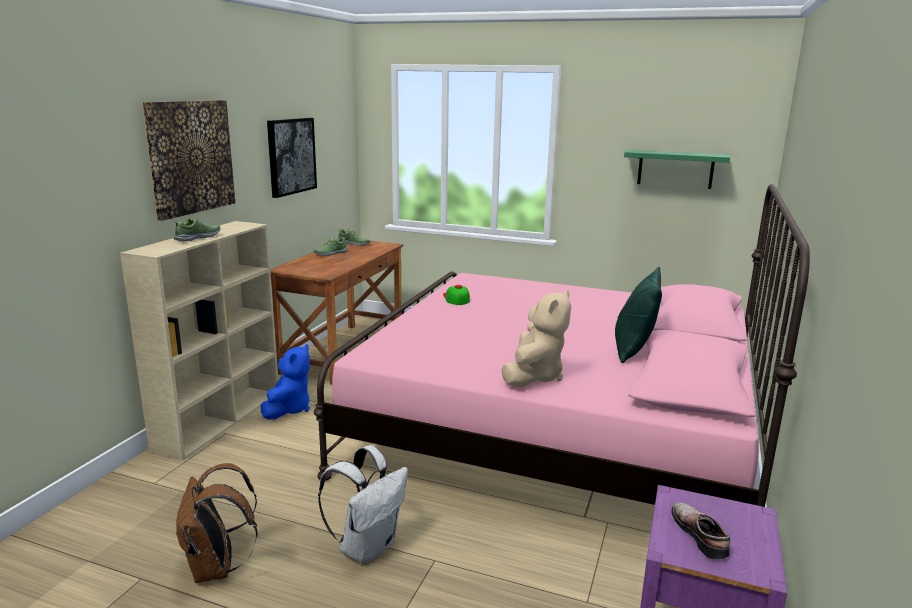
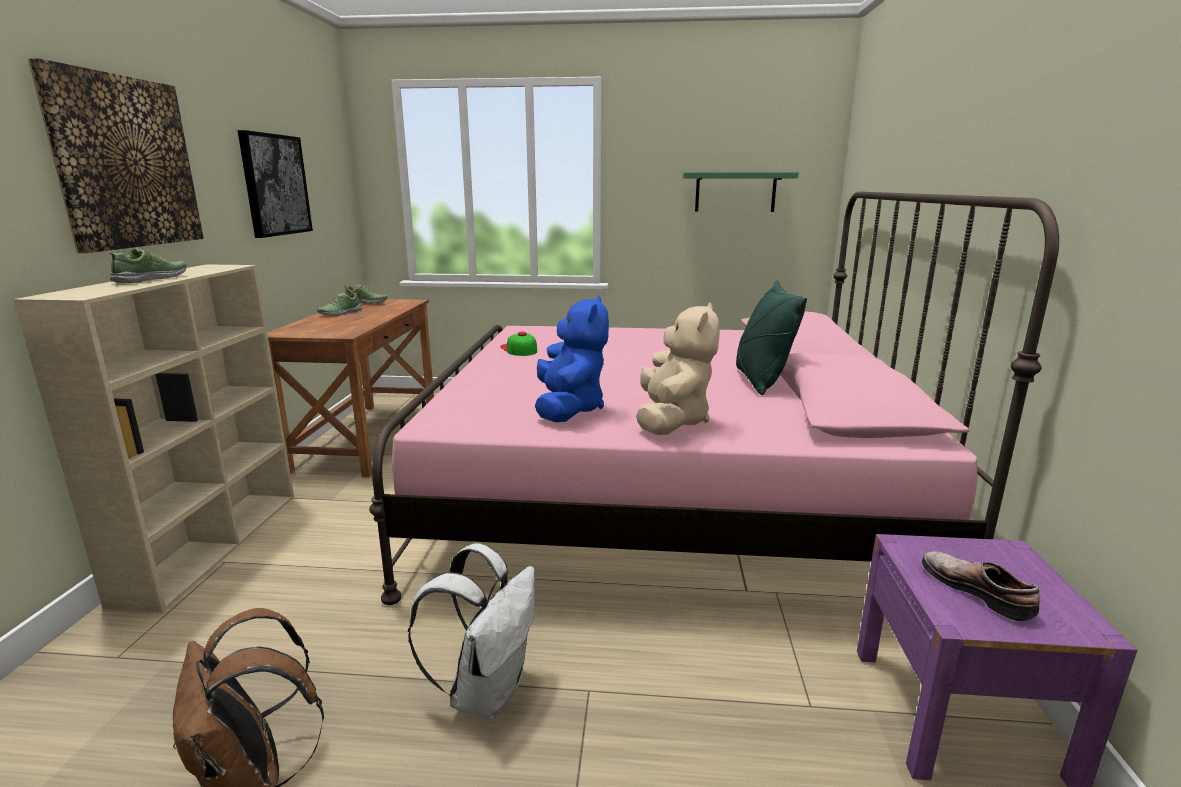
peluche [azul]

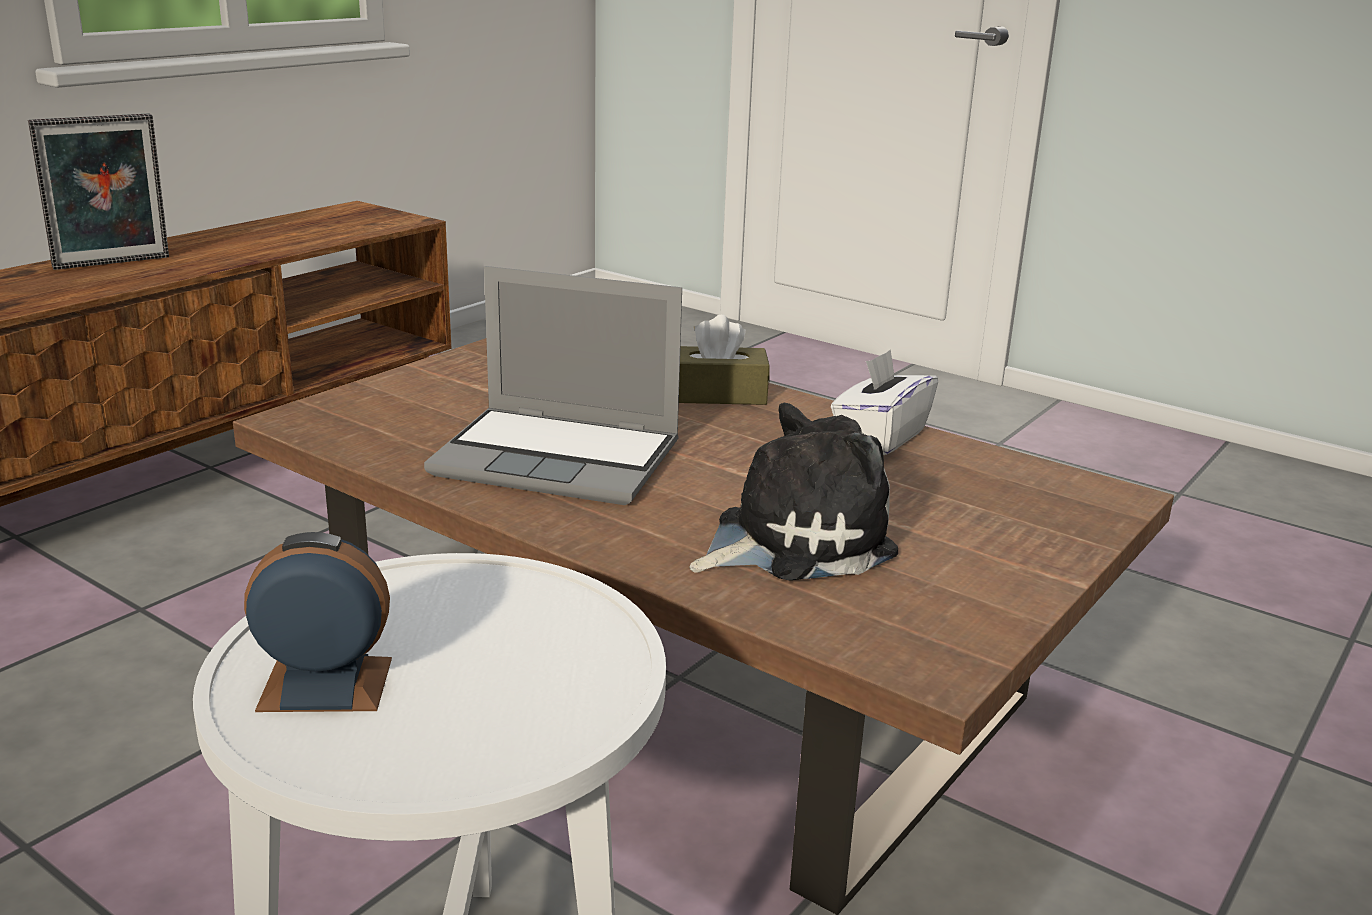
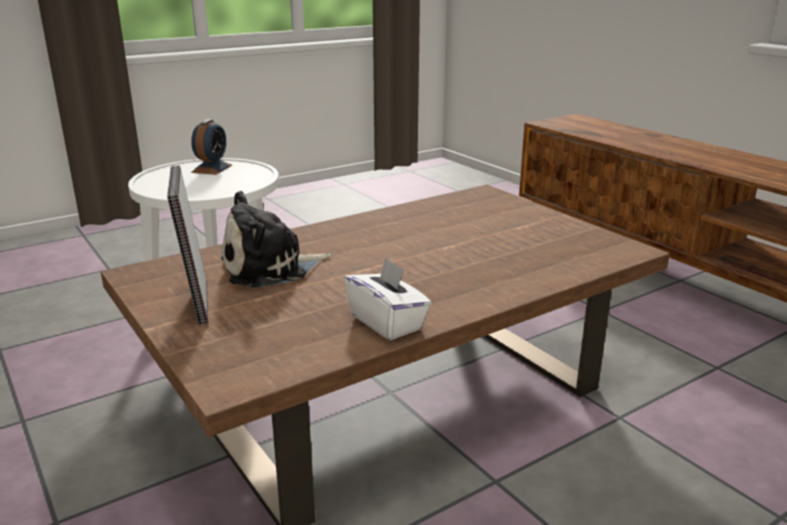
portarretratos
portátil
caja de pañuelos [marrón]
peluche

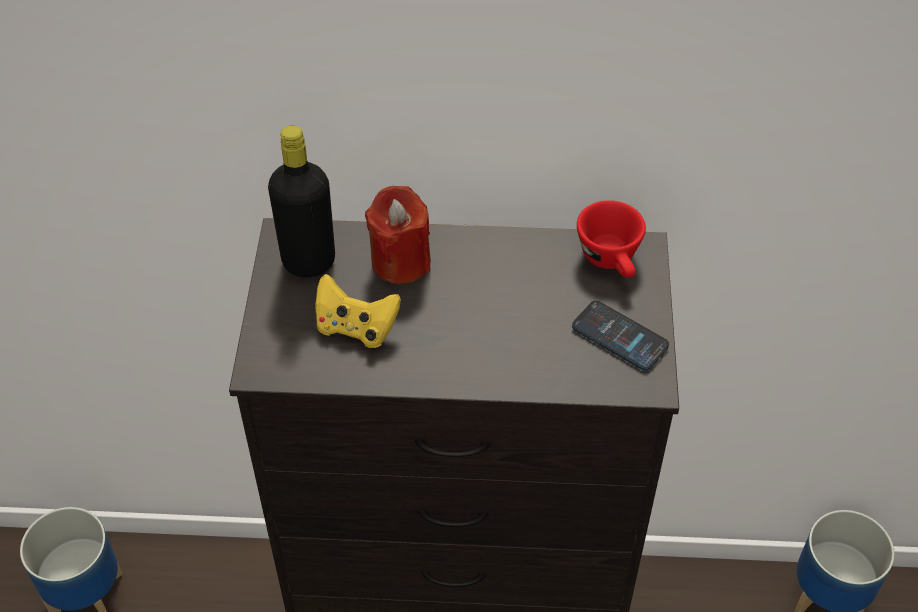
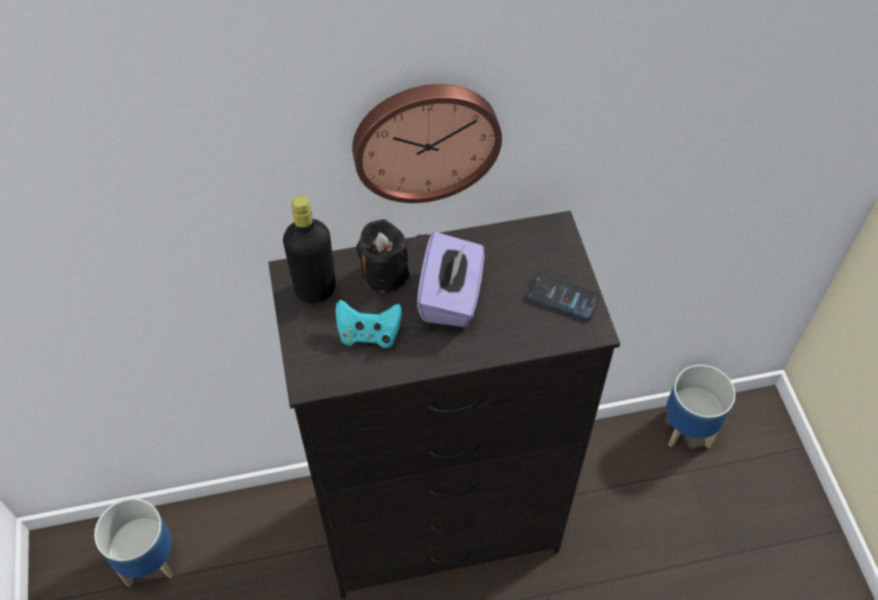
vela [negro]
taza [rojo]
mando de consola [turquesa]
reloj de pared
caja de pañuelos [morado]

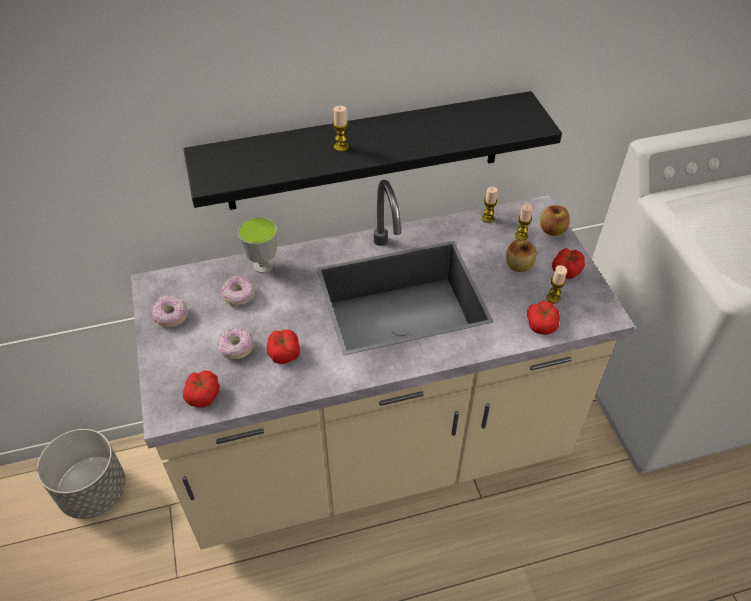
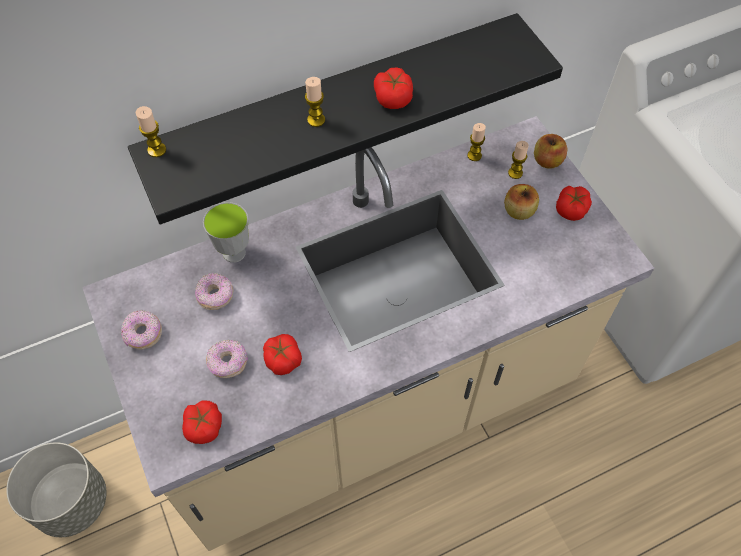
vela (1st from left)
tomate (3rd from left)

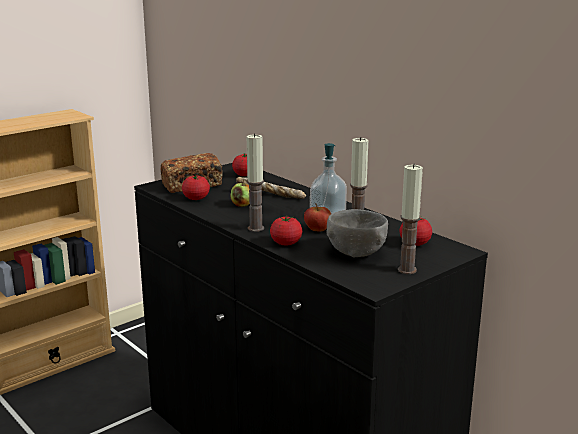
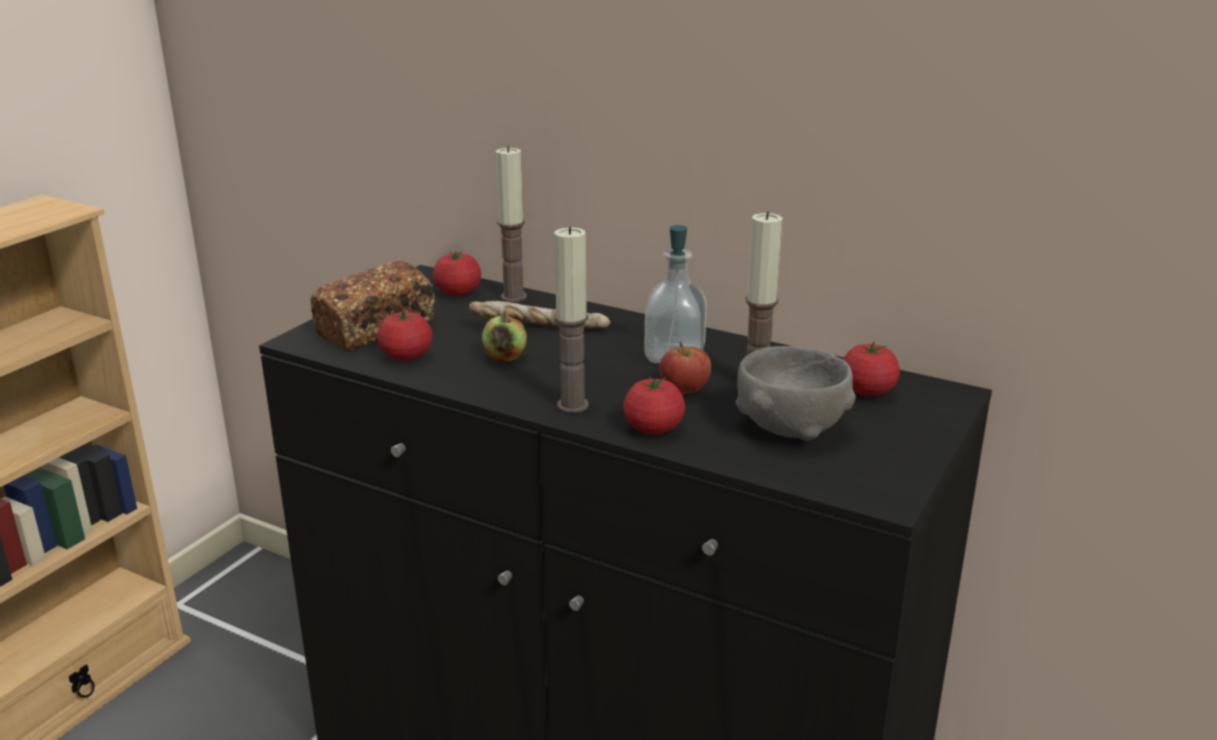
vela (1st from left)

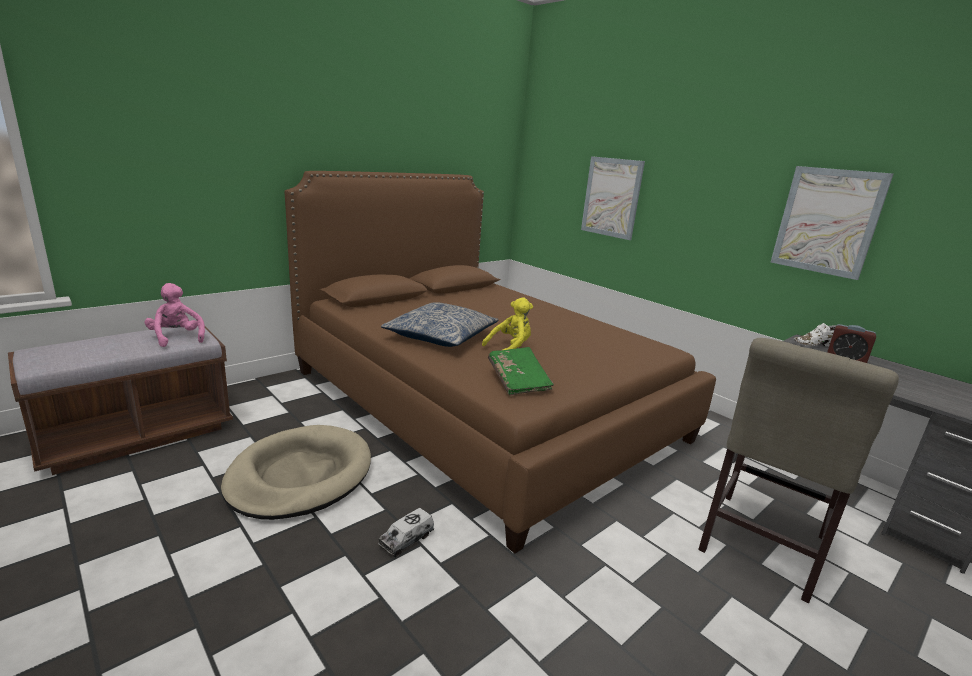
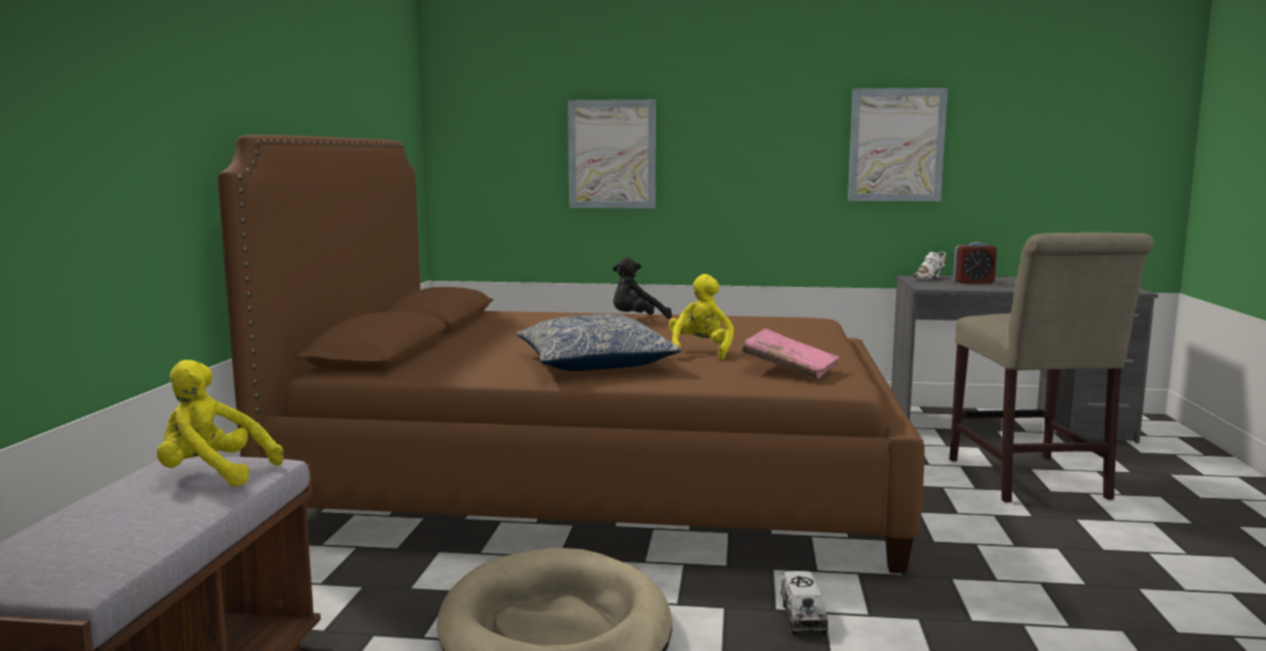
peluche [amarillo] (1st from left)
libro [rosa]
peluche [negro]

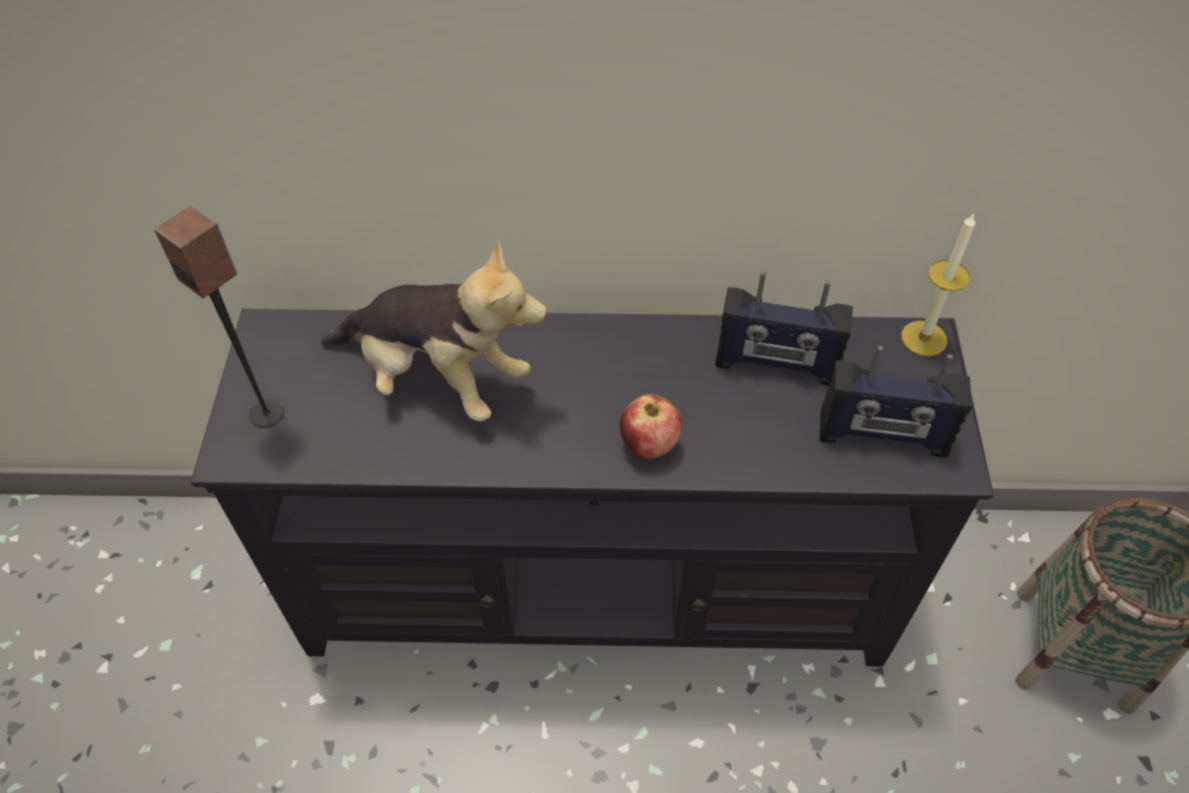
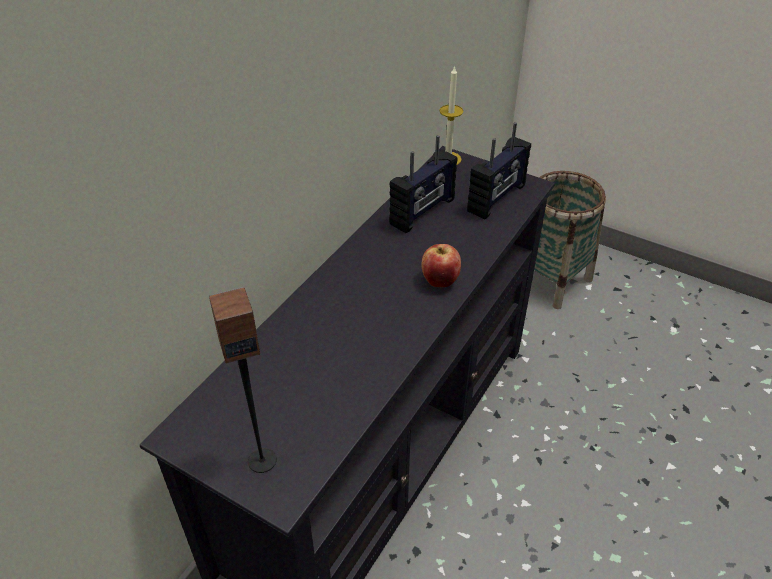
peluche

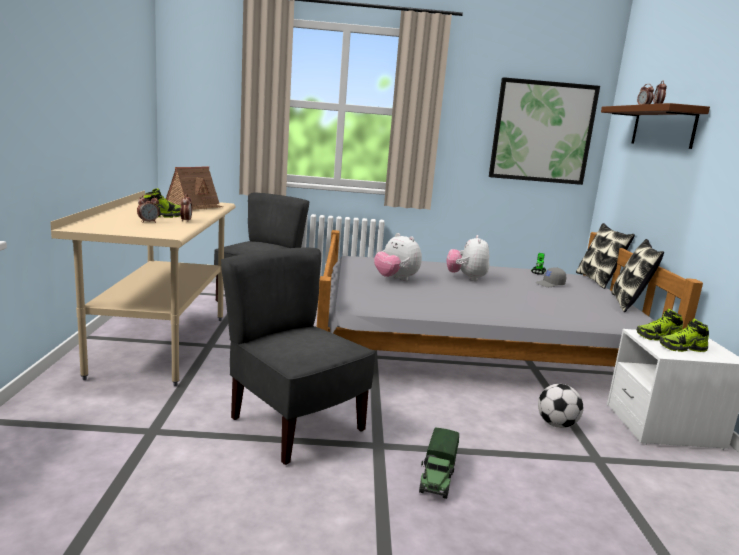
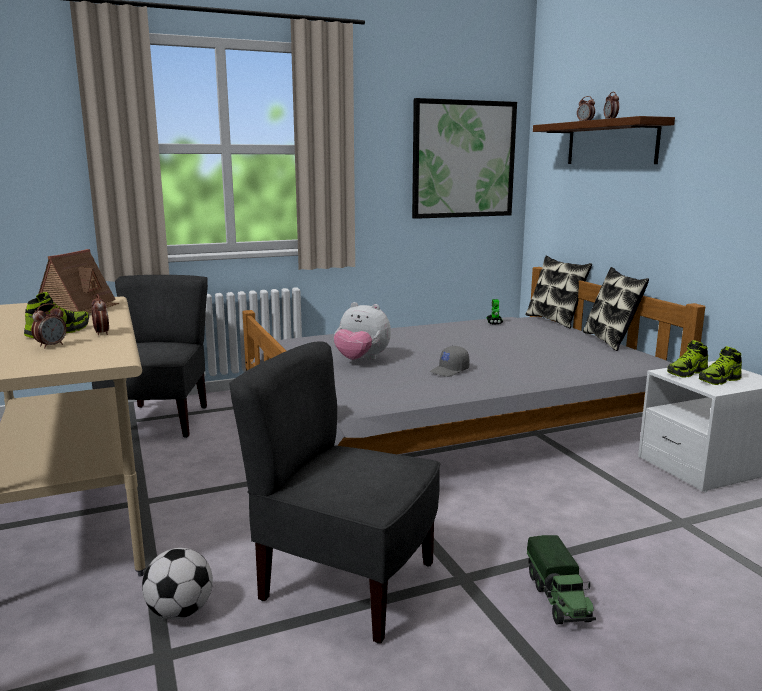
peluche (2nd from left in the first image)
gorra [gris]
balón de fútbol

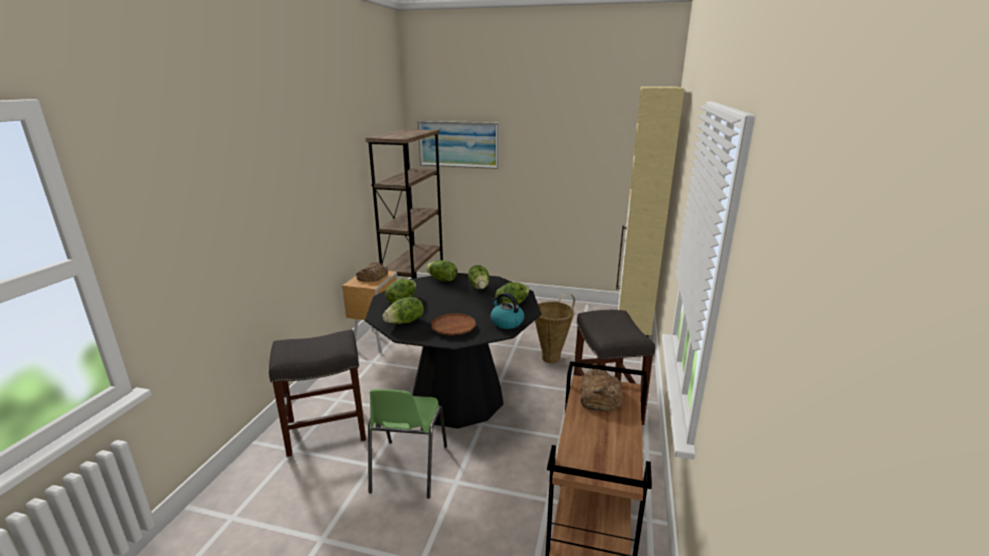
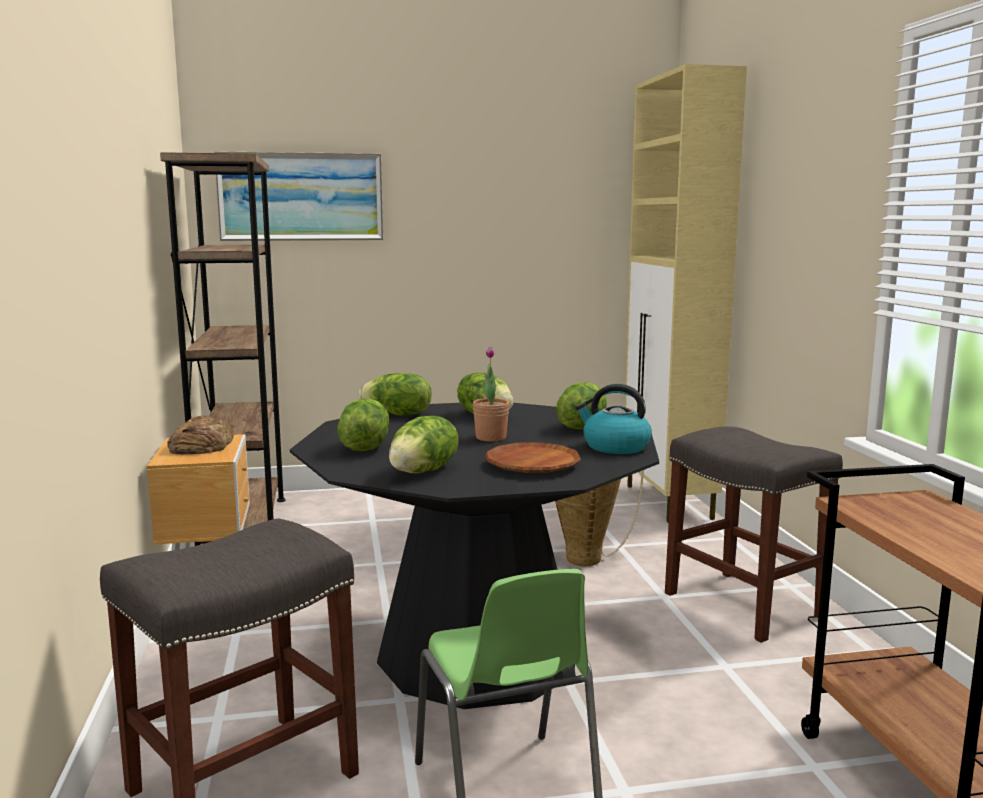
pan (2nd from left in the first image)
planta en maceta

